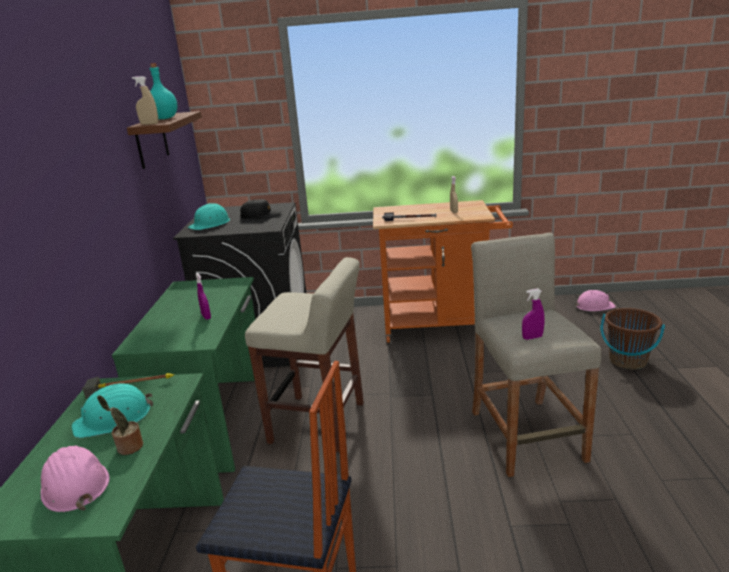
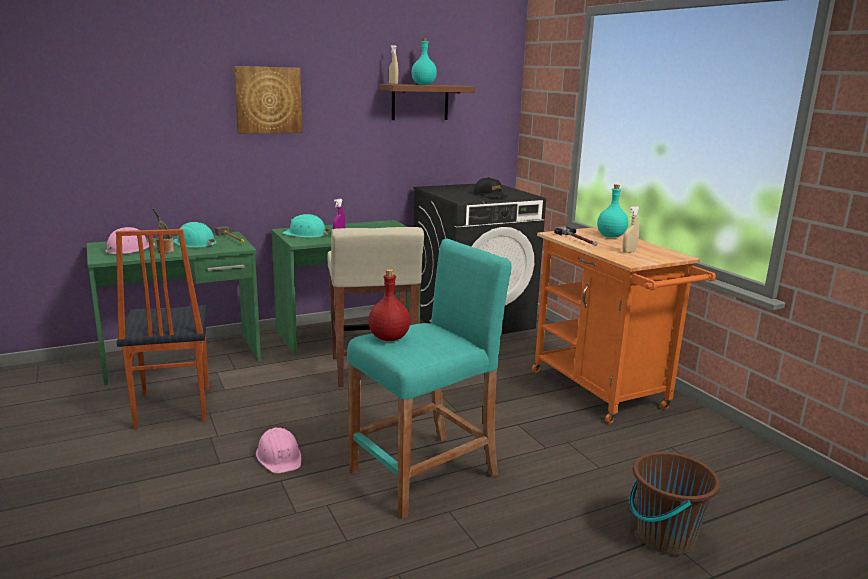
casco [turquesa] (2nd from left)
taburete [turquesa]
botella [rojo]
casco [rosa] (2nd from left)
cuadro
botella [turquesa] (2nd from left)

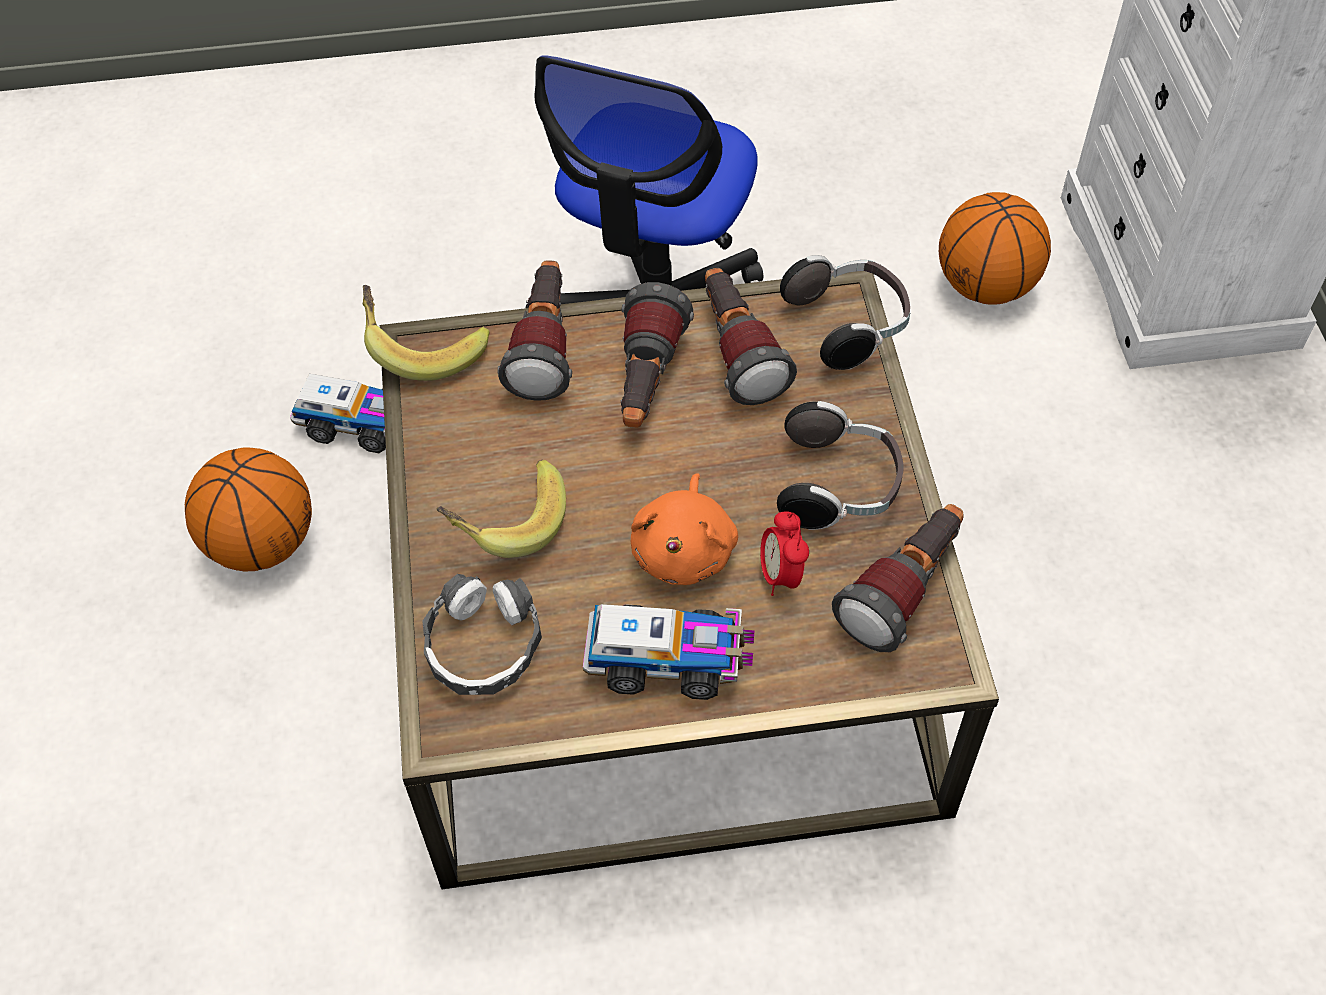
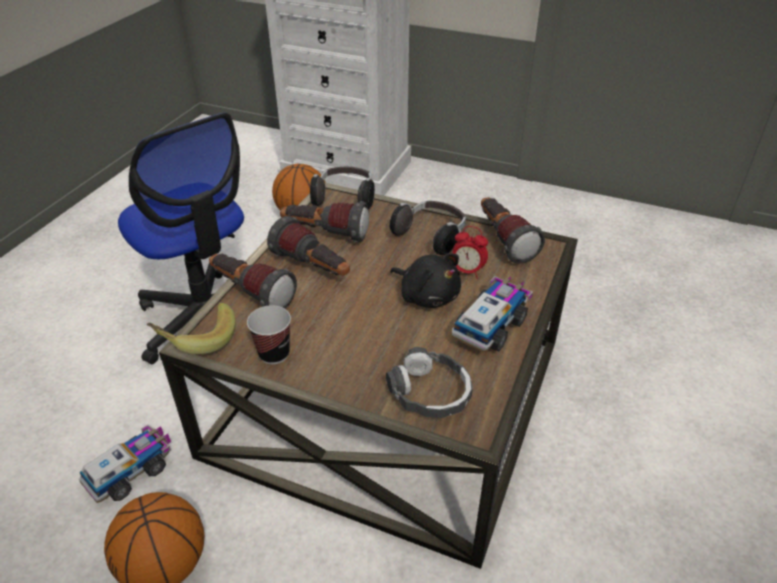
plátano (2nd from left in the first image)
peluche [negro]
taza

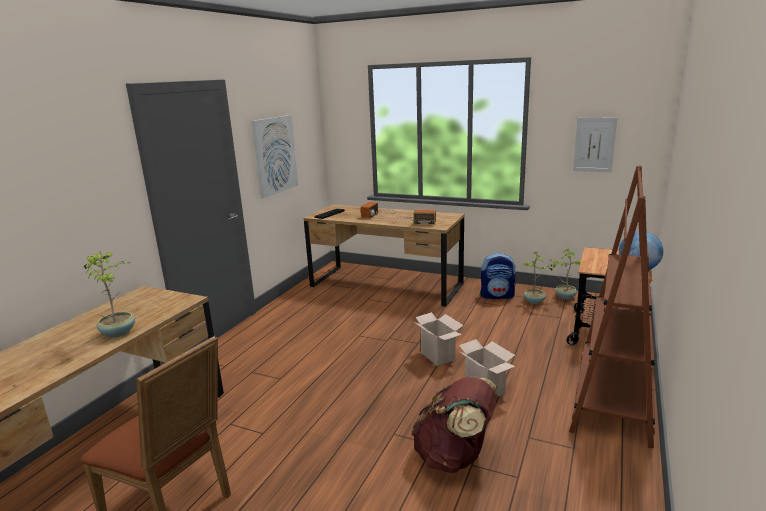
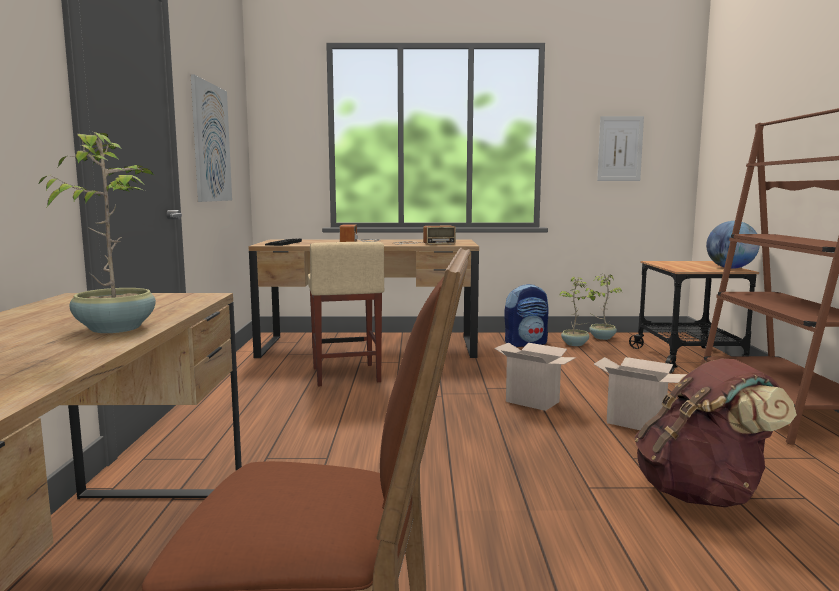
taburete [beis]

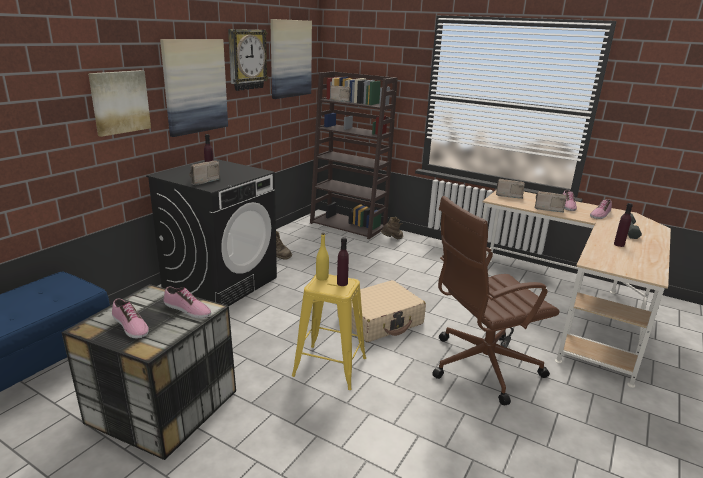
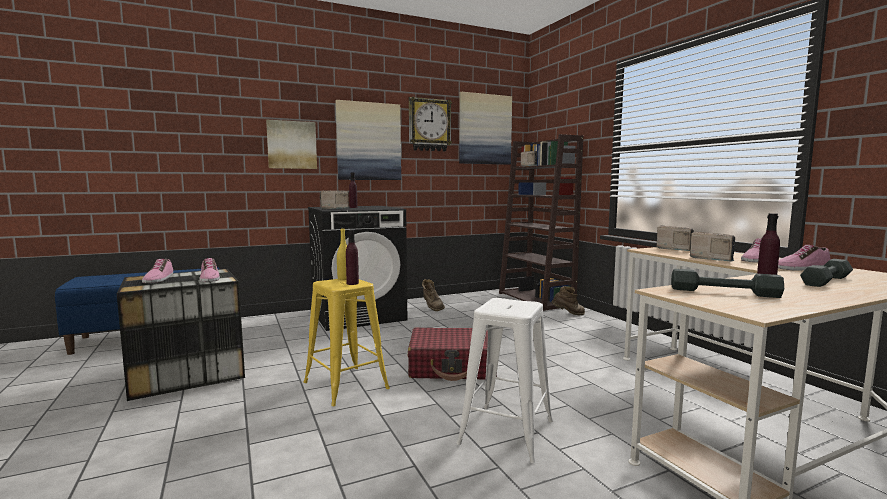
taburete [blanco]
maleta [rojo]
mancuerna [gris] (1st from left)

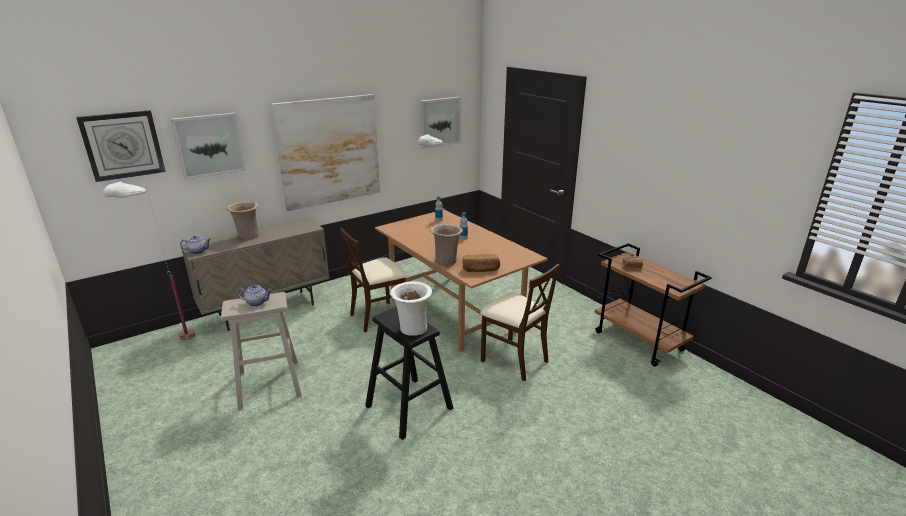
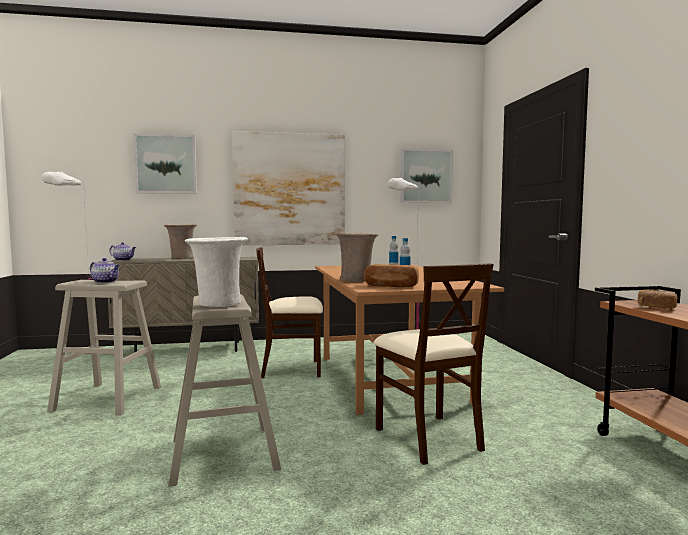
reloj de pared
taburete [beis] (2nd from left)

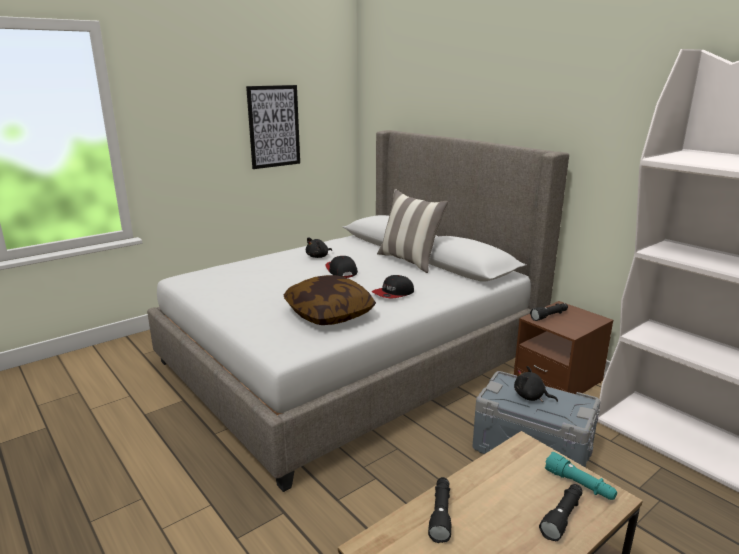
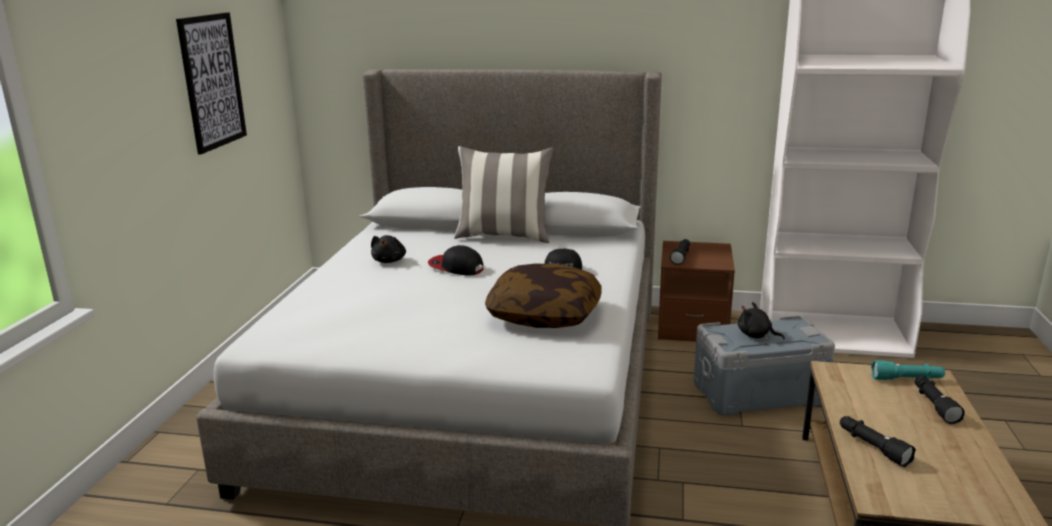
peluche [negro] (2nd from left)

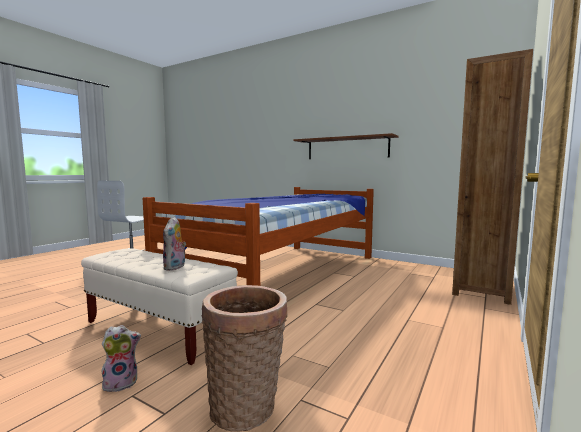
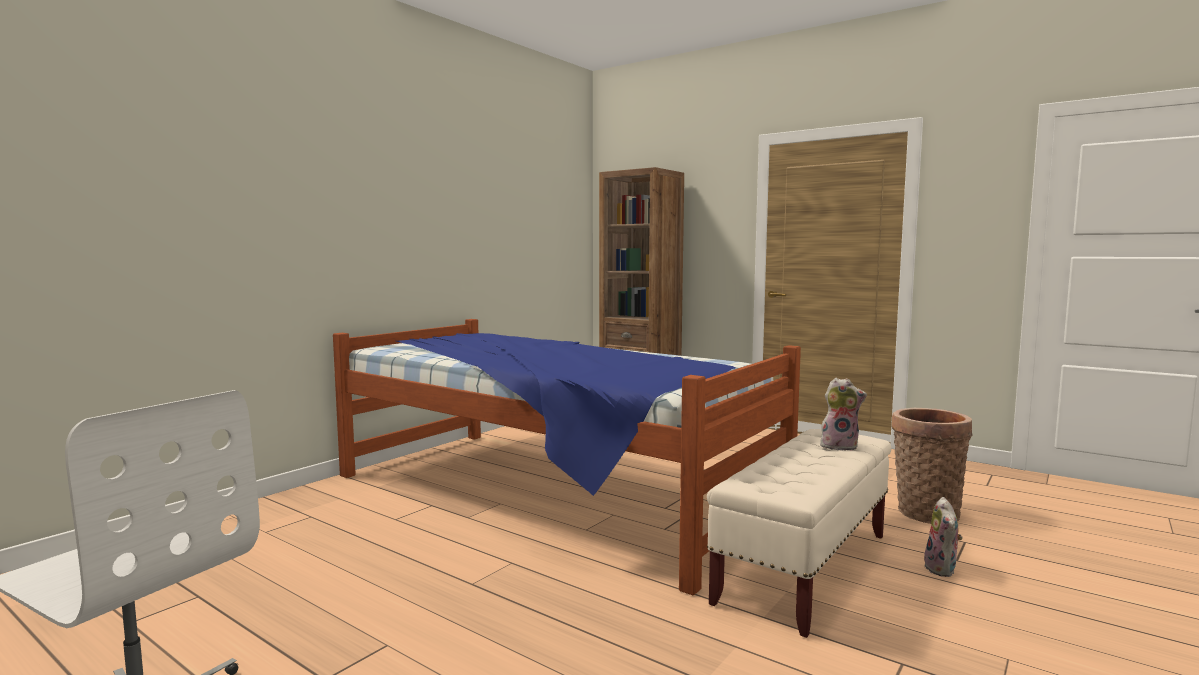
estante [marrón]
peluche (2nd from left)

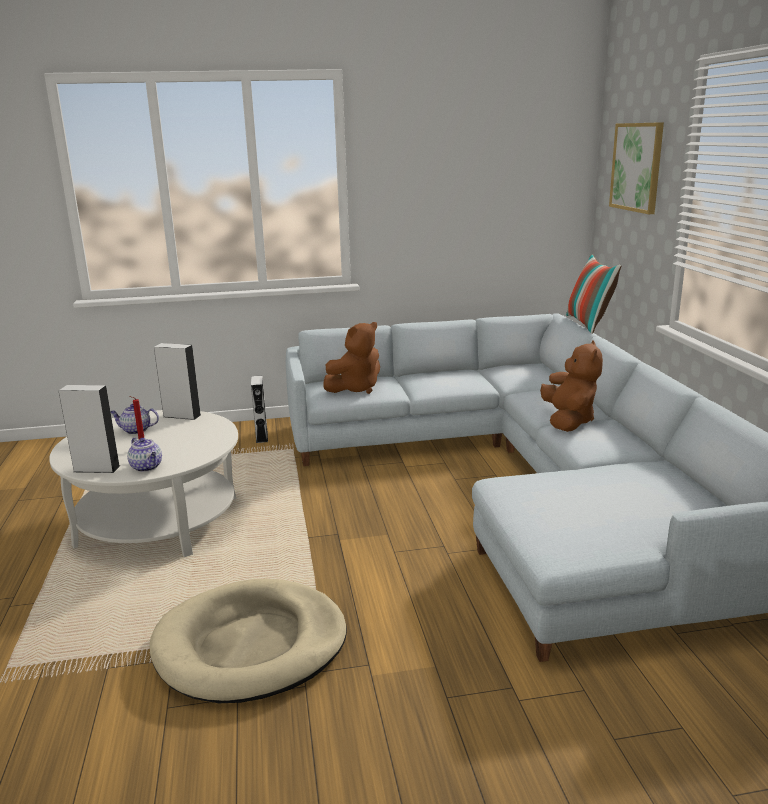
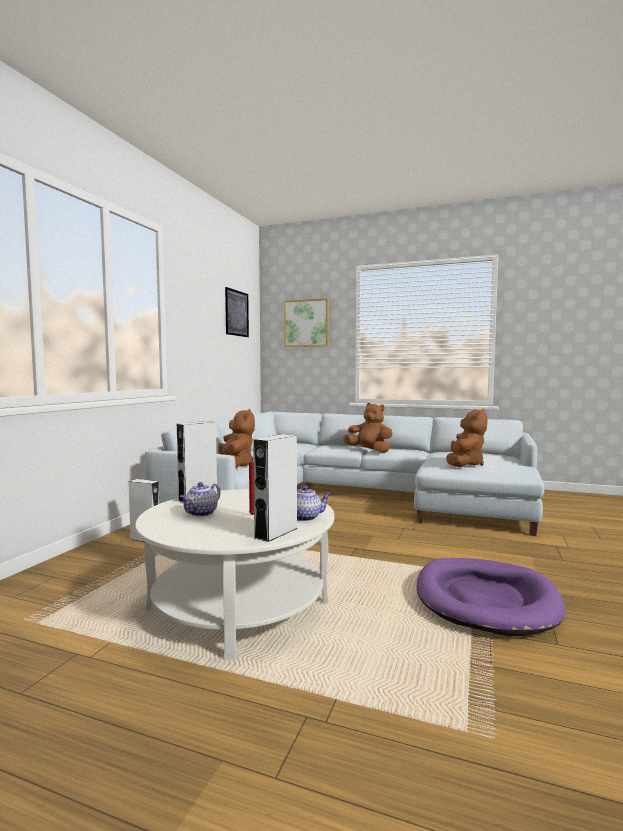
cojín
cama para perro [morado]
cuadro (1st from left)
peluche [marrón] (3rd from left)

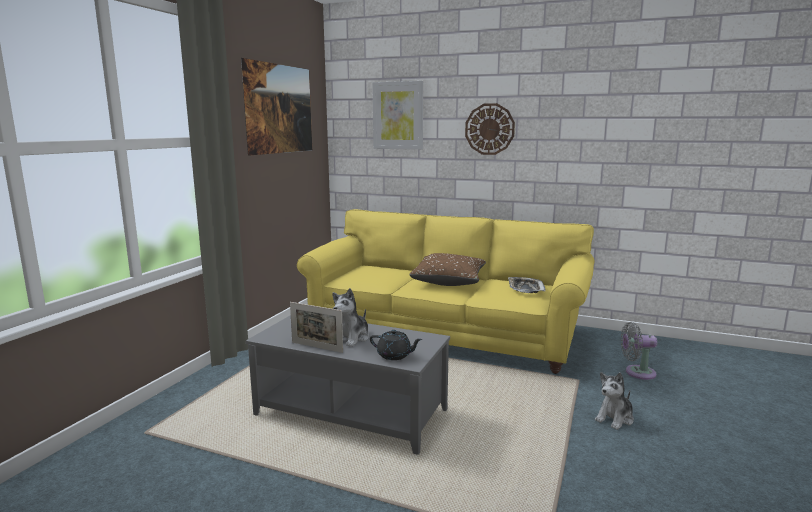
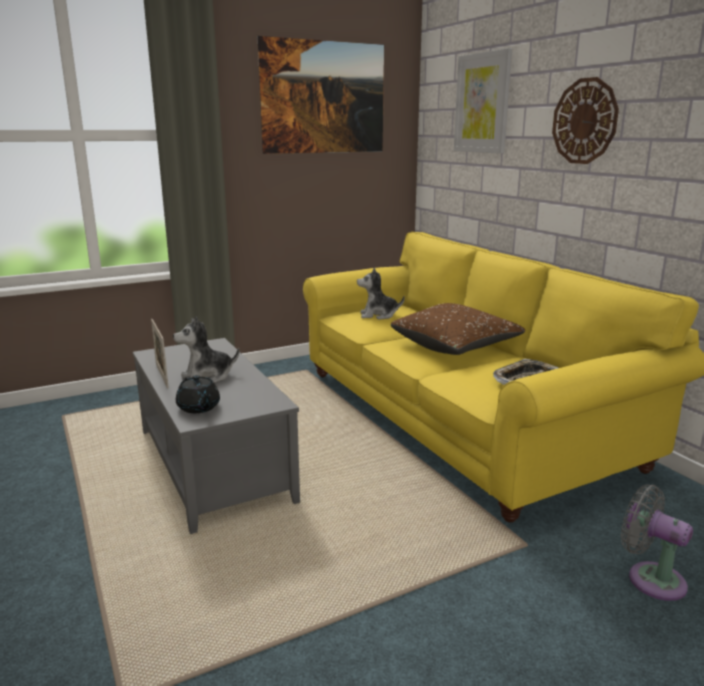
peluche (2nd from left)

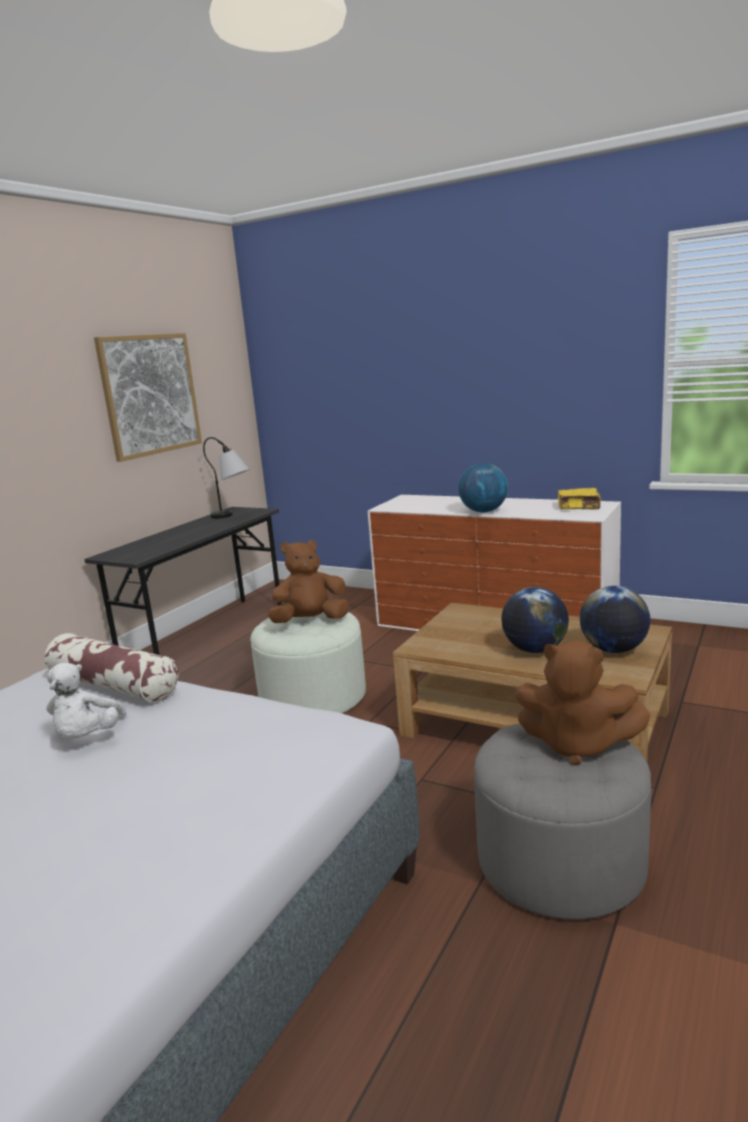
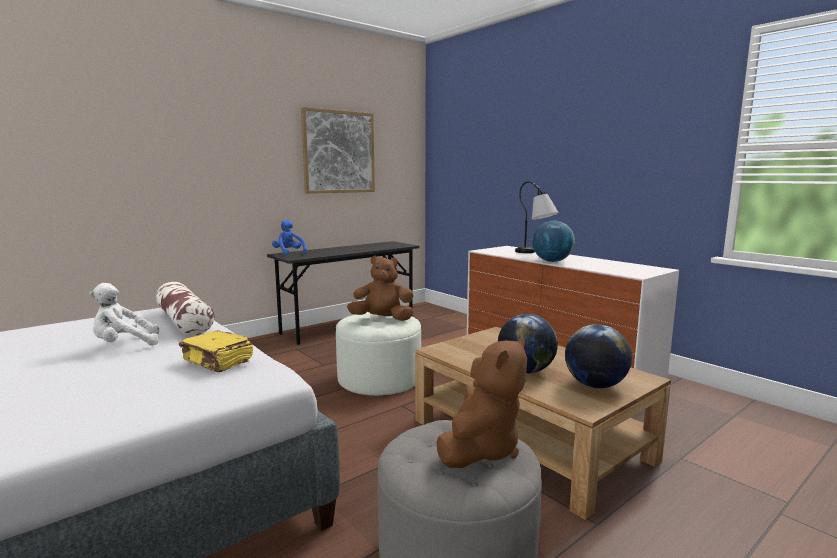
lámpara de mesa
libro [amarillo]
peluche [marrón] (2nd from left)
peluche [blanco]
peluche [azul]

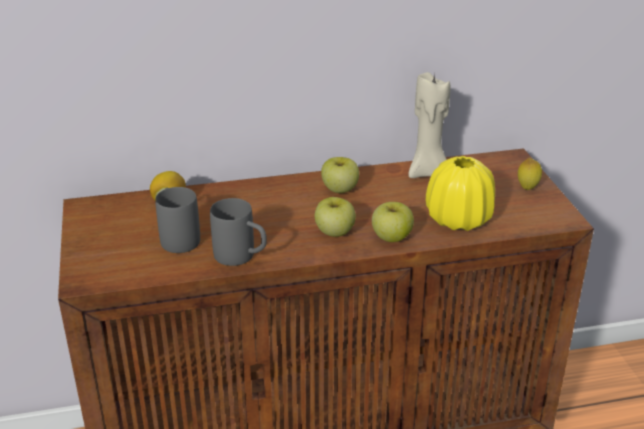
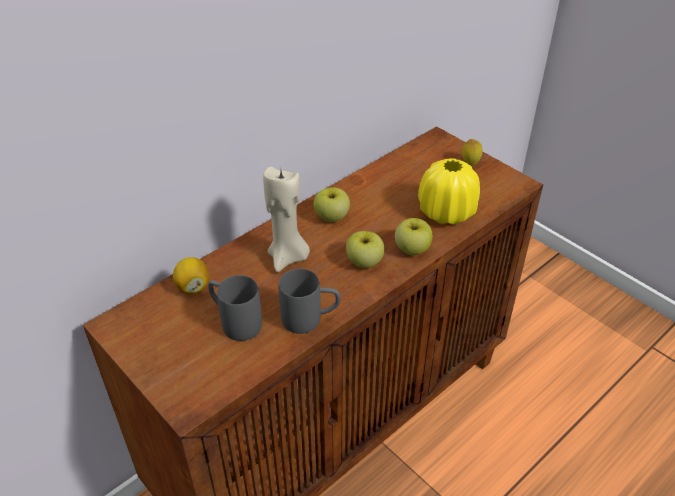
vela [beis]

